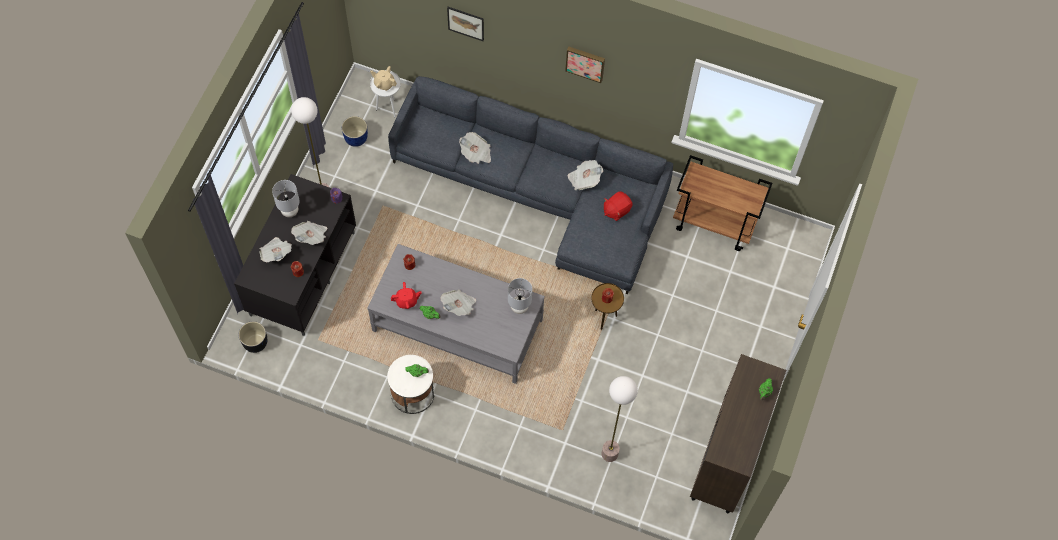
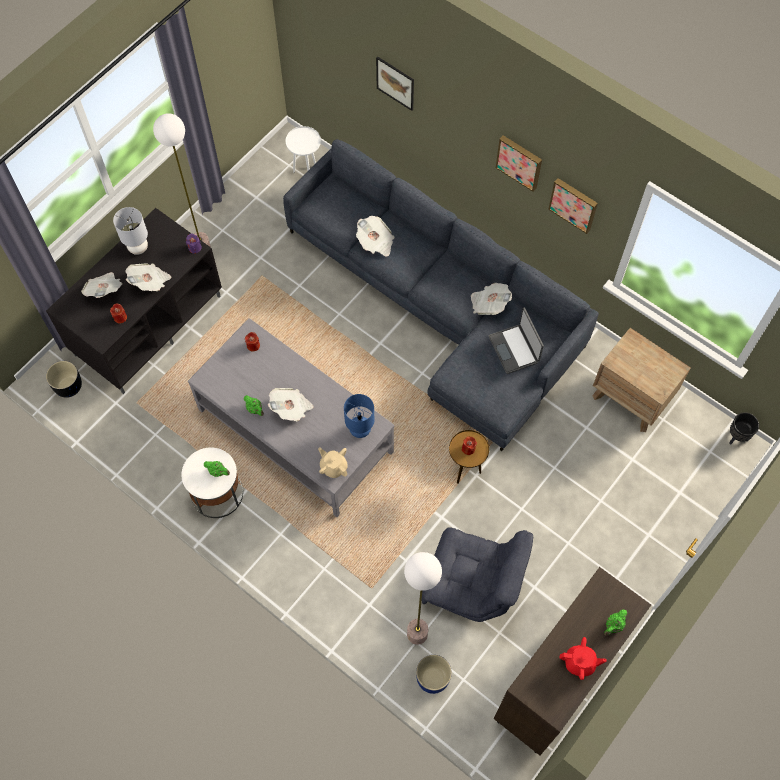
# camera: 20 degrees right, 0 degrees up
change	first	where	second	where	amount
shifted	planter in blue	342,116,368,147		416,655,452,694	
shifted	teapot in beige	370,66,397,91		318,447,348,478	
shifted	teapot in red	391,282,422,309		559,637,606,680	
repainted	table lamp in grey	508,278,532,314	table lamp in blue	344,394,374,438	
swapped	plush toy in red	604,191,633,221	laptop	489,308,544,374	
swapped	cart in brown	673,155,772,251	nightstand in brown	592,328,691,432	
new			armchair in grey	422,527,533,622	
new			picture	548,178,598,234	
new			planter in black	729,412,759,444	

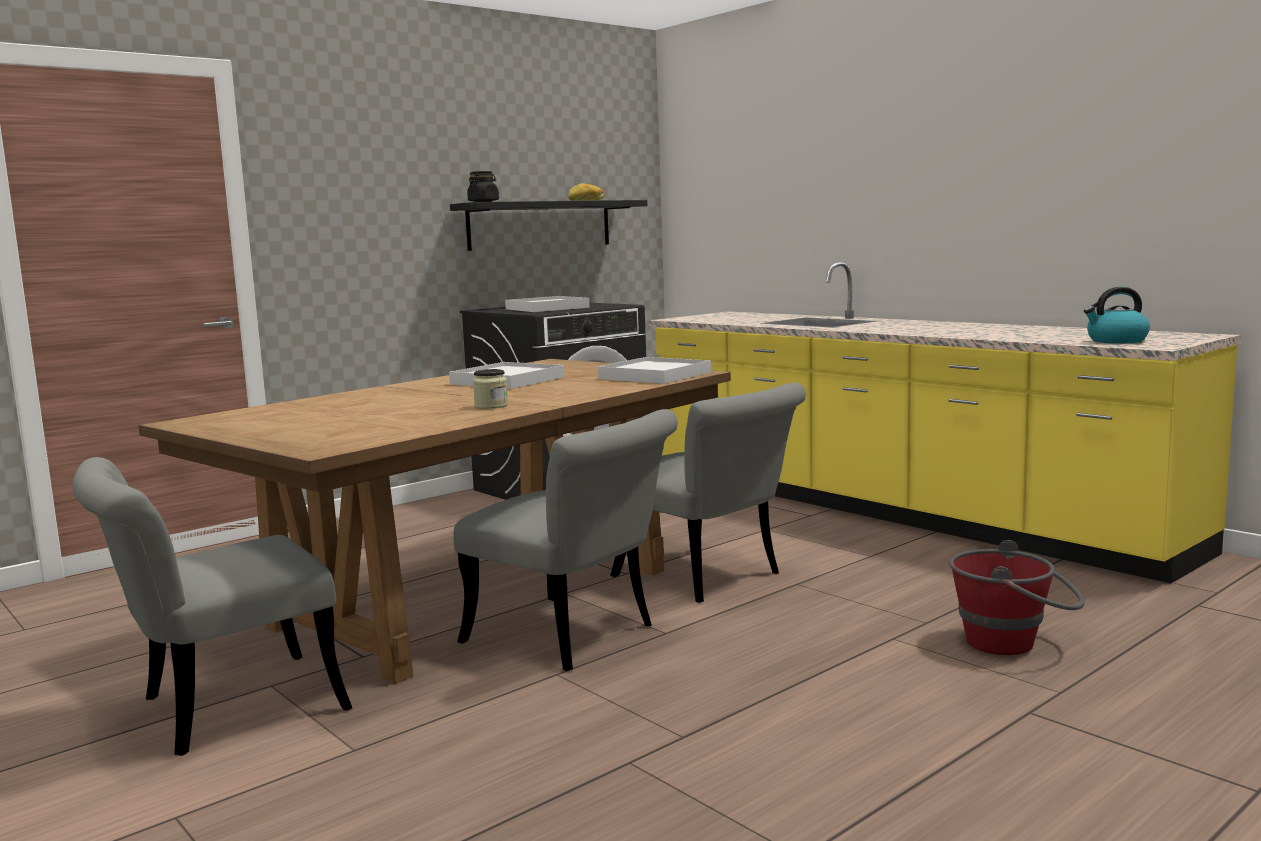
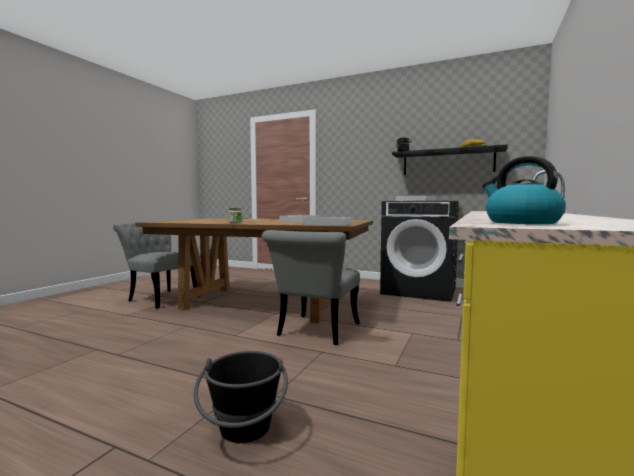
# camera: 65 degrees right, 5 degrees down
change	first	where	second	where	amount
gone	chair in grey	453,409,678,671			
repainted	bucket in red	949,540,1085,655	bucket in black	194,351,288,443	

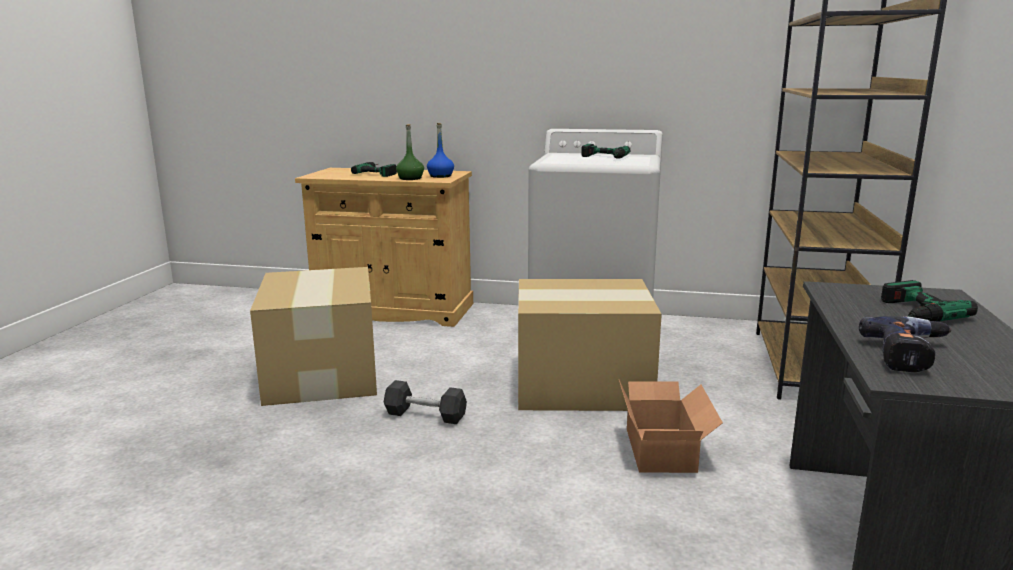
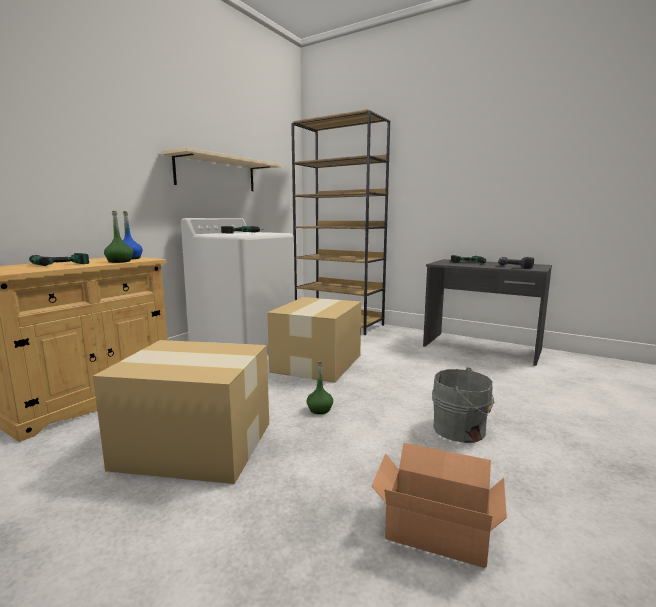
# camera: 70 degrees left, 5 degrees down
change	first	where	second	where	amount
swapped	dumbbell in grey	384,380,467,424	bottle in green	307,361,333,414	
shifted	cardboard box	619,380,723,473		372,443,507,568	
new			shelf in beige	161,147,281,191	
new			bucket in grey	432,367,494,443	

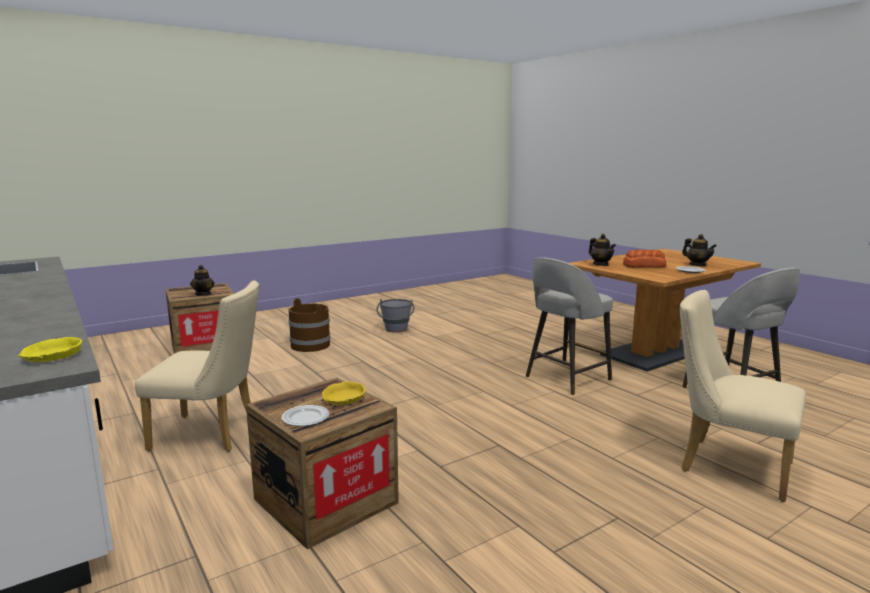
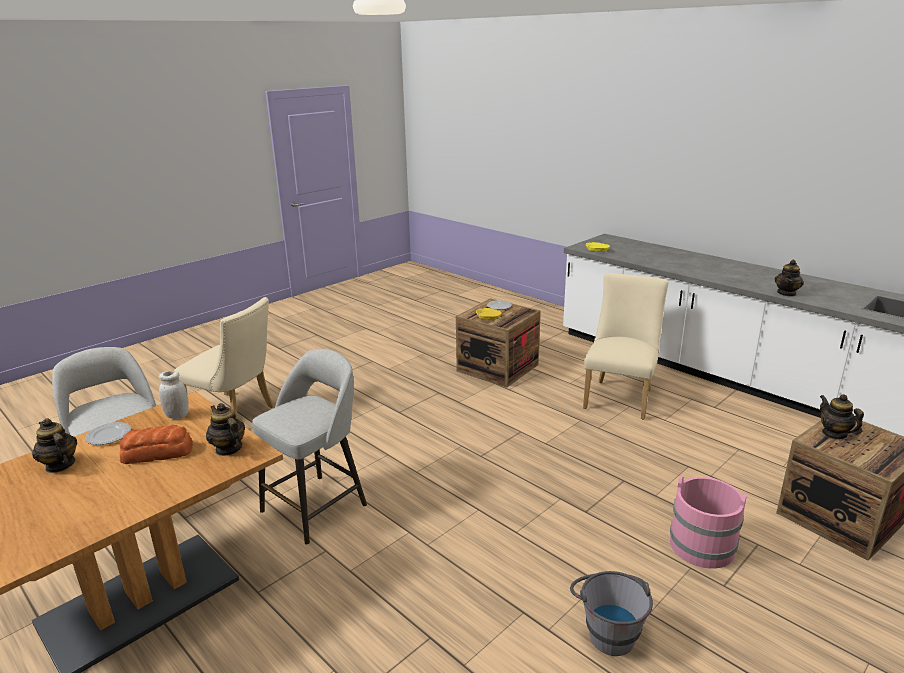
# camera: 170 degrees right, 10 degrees up
change	first	where	second	where	amount
rotated	chair in beige	135,281,259,452		583,273,669,420	120 degrees clockwise
repainted	bucket in brown	288,298,330,352	bucket in pink	670,475,747,569	
new			jar in white	159,371,189,419	
new			teapot	775,260,804,297	

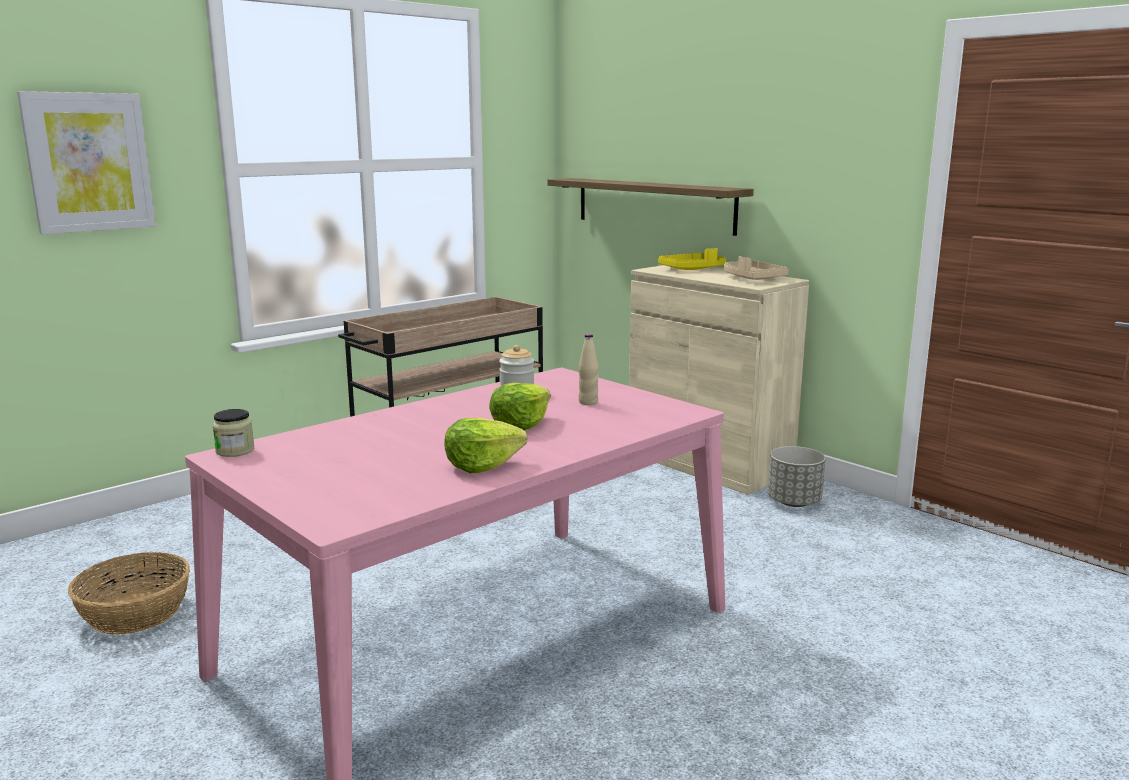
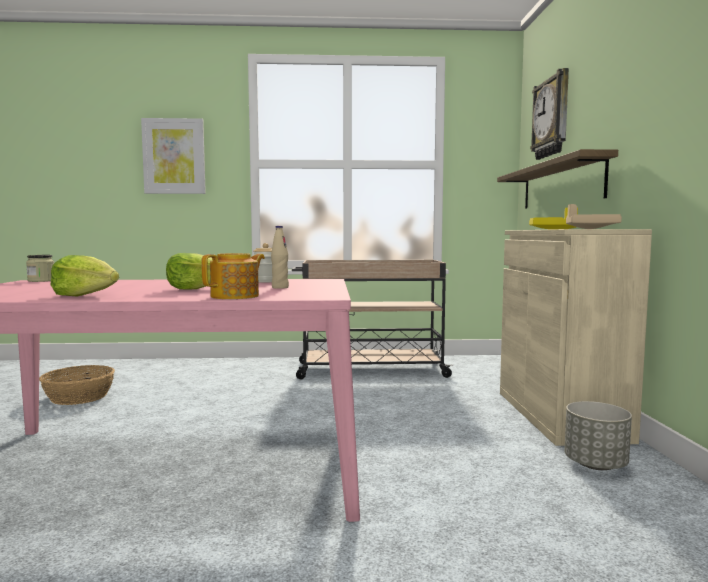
# camera: 40 degrees right, 10 degrees down
change	first	where	second	where	amount
new			teapot	201,253,265,299	
new			wall clock	530,68,569,160	

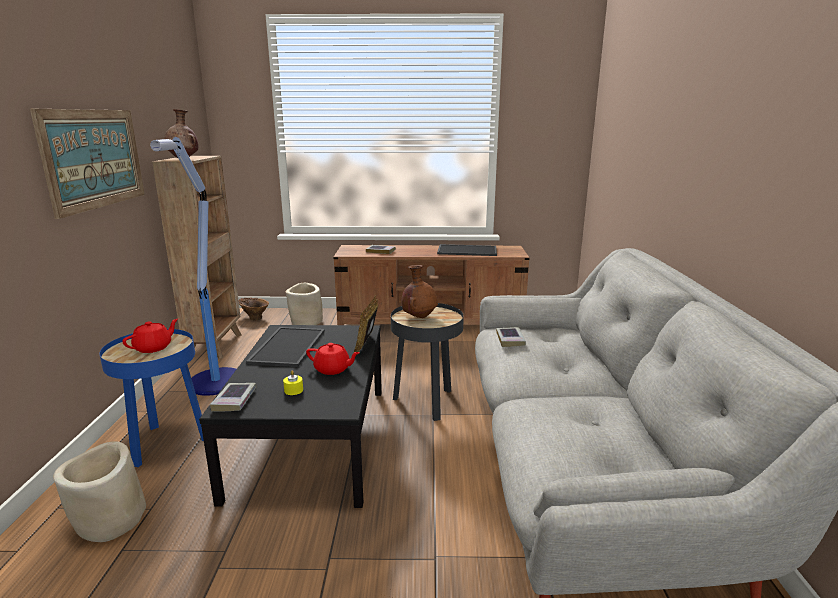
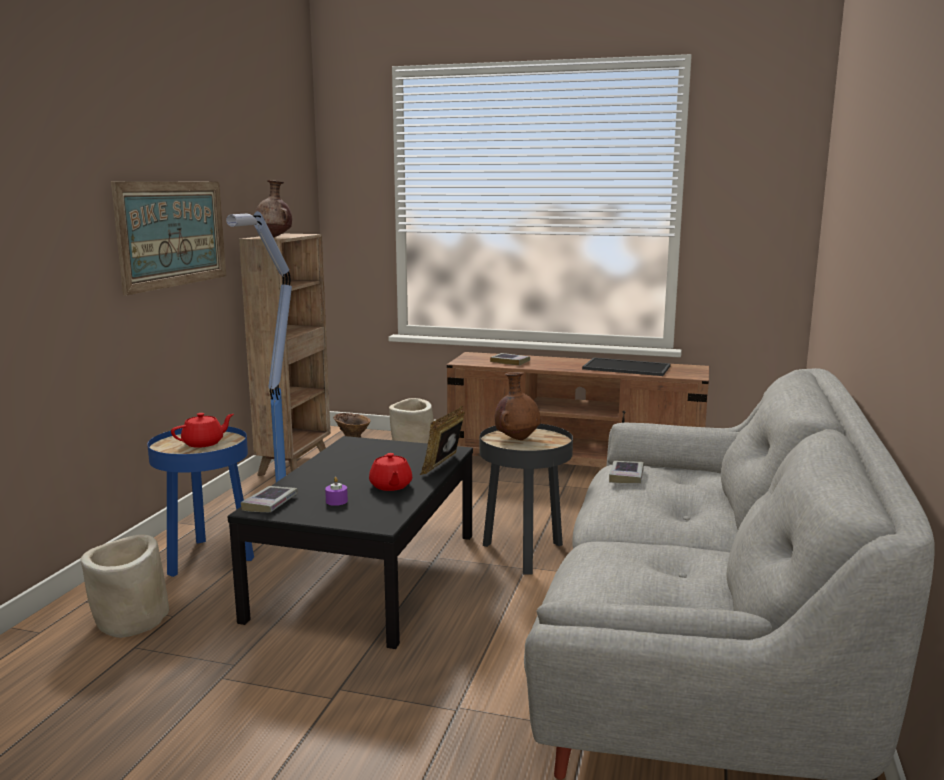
# camera: 15 degrees right, 5 degrees down
change	first	where	second	where	amount
gone	tray	246,327,325,367			
repainted	candle in yellow	283,370,303,395	candle in purple	325,477,348,506	
rotated	teapot in red	306,343,360,375		369,453,412,491	45 degrees clockwise

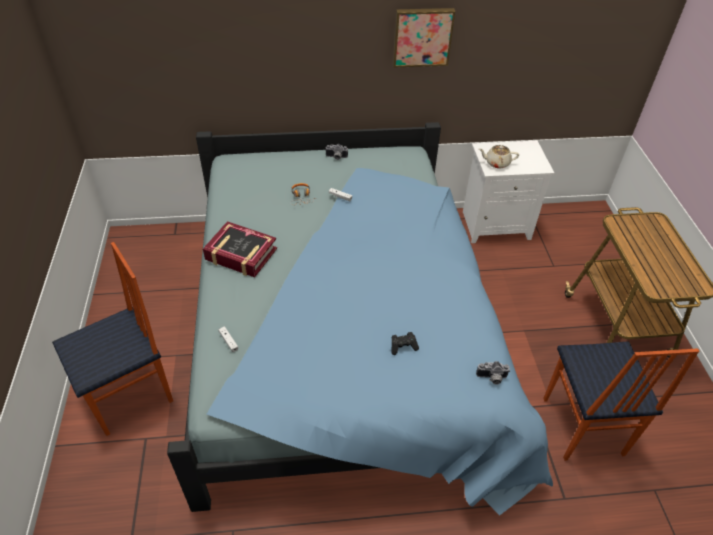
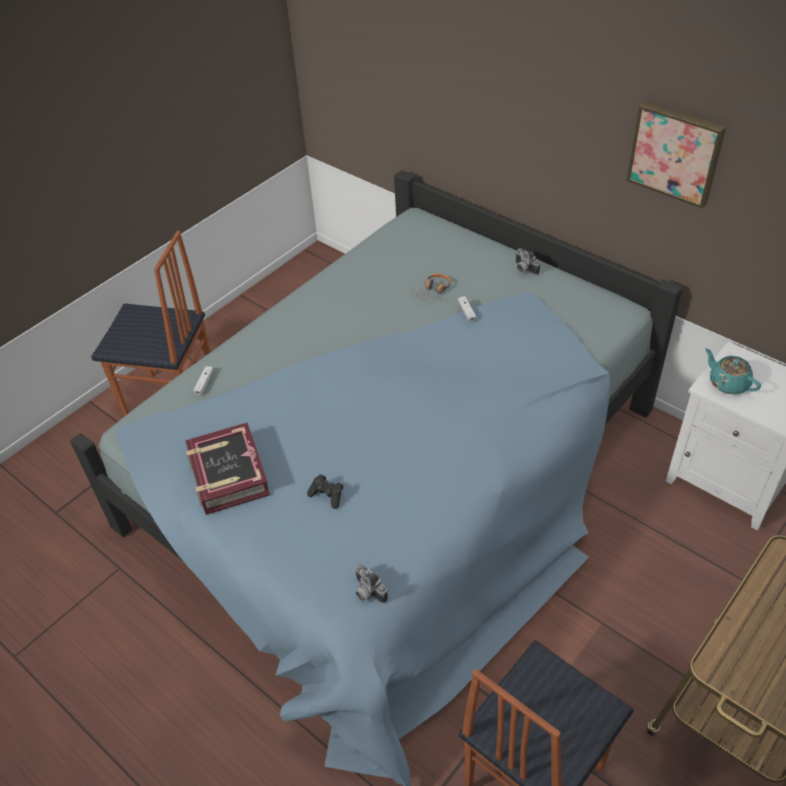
# camera: 50 degrees right, 0 degrees up
change	first	where	second	where	amount
shifted	book	203,221,277,277		185,423,270,515	
repainted	teapot in beige	479,145,519,168	teapot in turquoise	705,348,761,394	

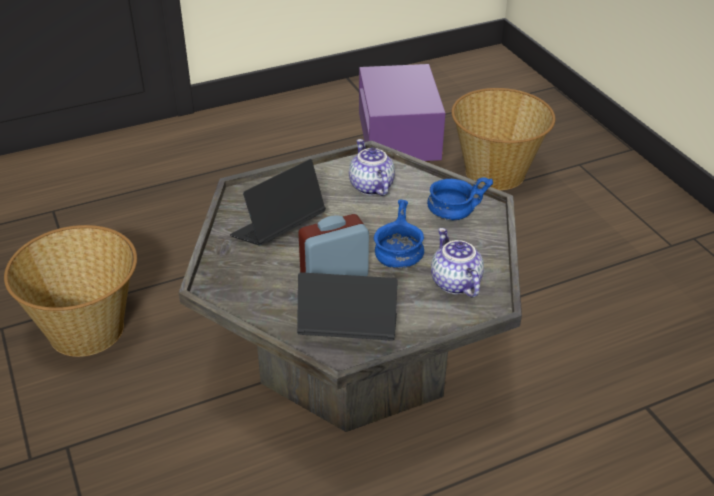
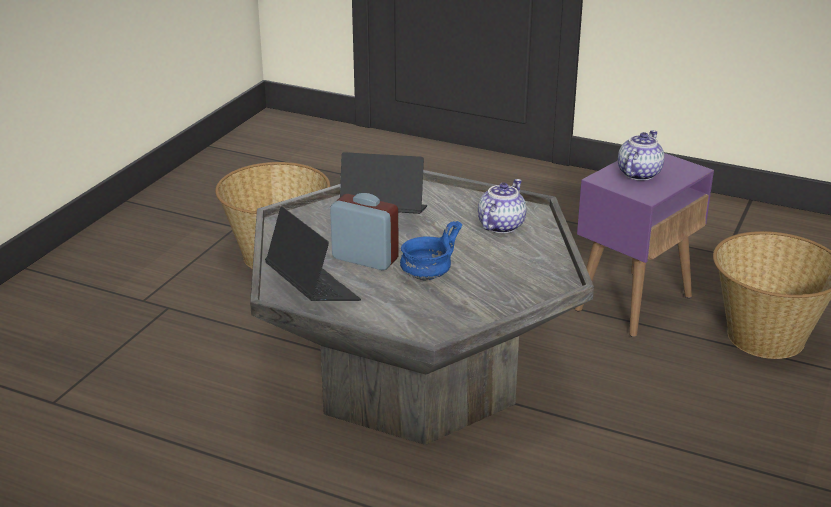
# camera: 50 degrees right, 10 degrees down
change	first	where	second	where	amount
gone	bowl in blue	427,177,493,221			
shifted	teapot	431,228,484,297		618,130,664,181	

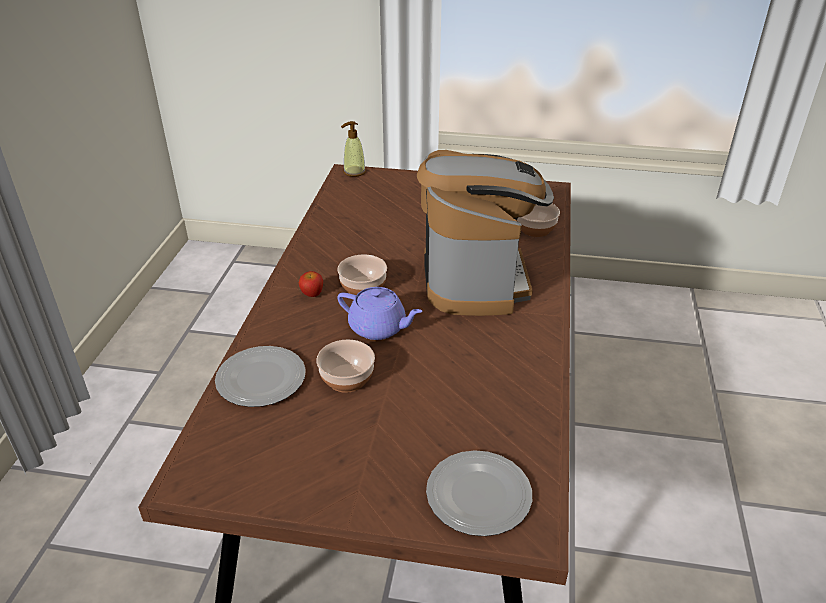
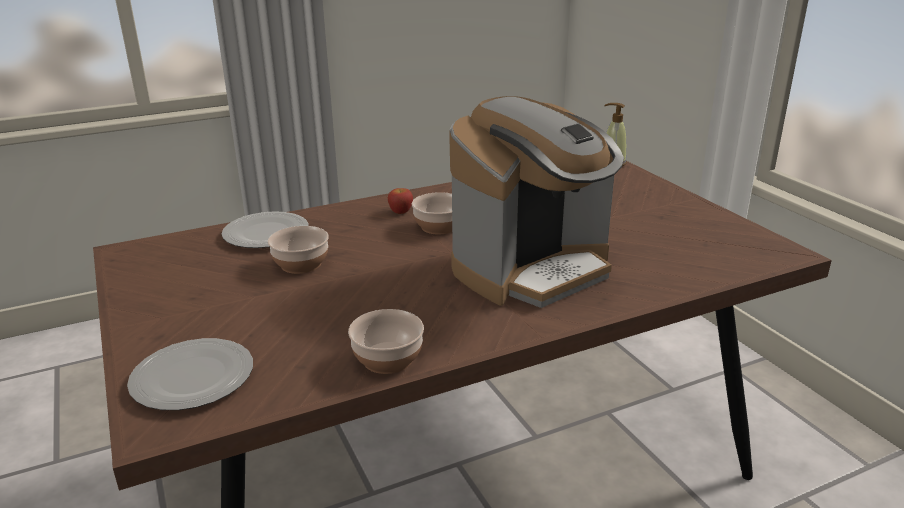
# camera: 55 degrees right, 10 degrees down
change	first	where	second	where	amount
gone	teapot in purple	337,287,423,340			
shifted	bowl	516,204,560,237		348,309,424,374	

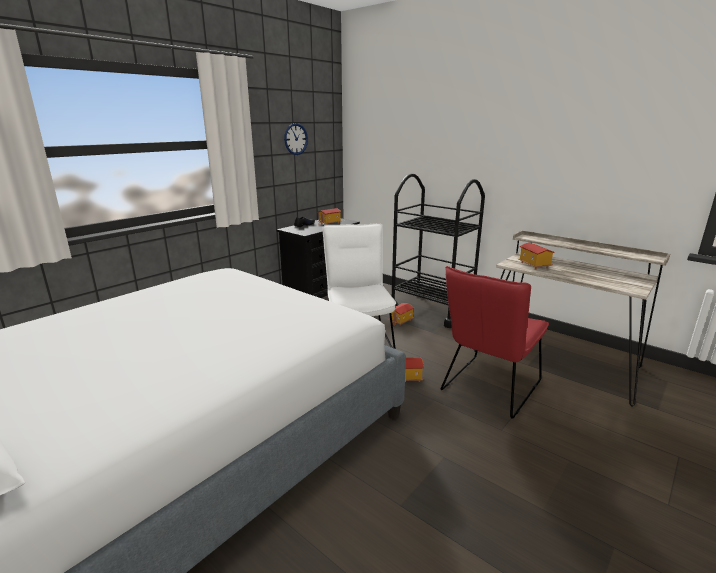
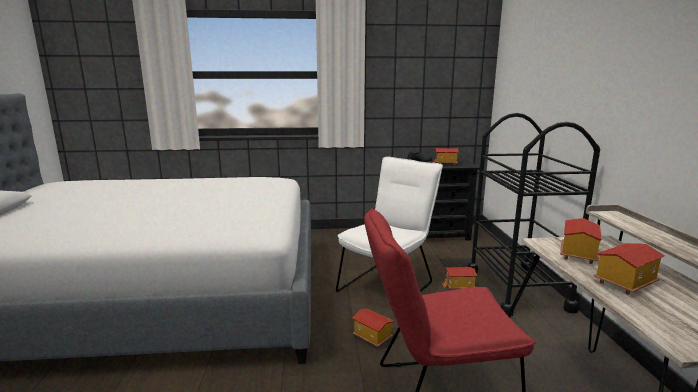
# camera: 45 degrees right, 5 degrees down
change	first	where	second	where	amount
gone	wall clock	284,123,308,155			
new			toy house	593,243,665,295	

